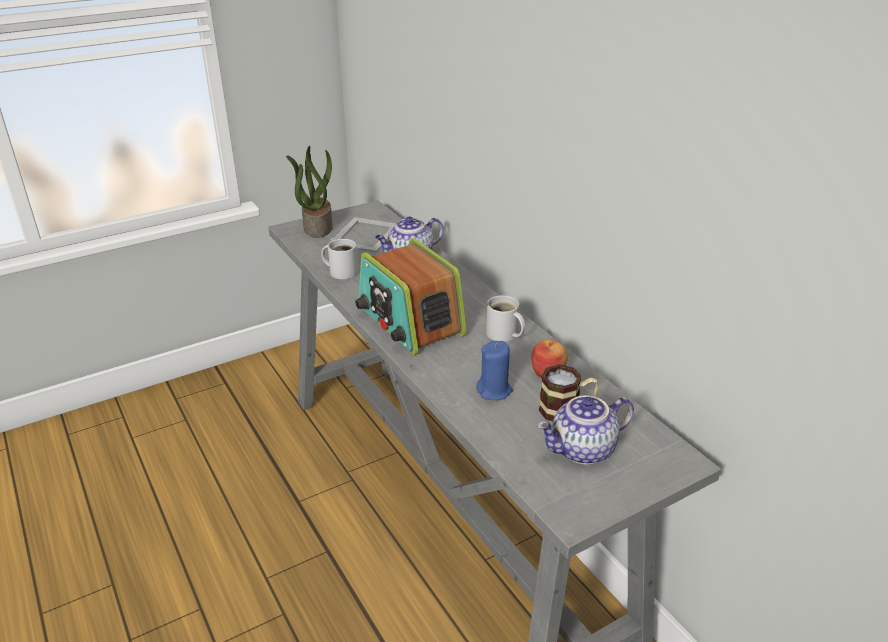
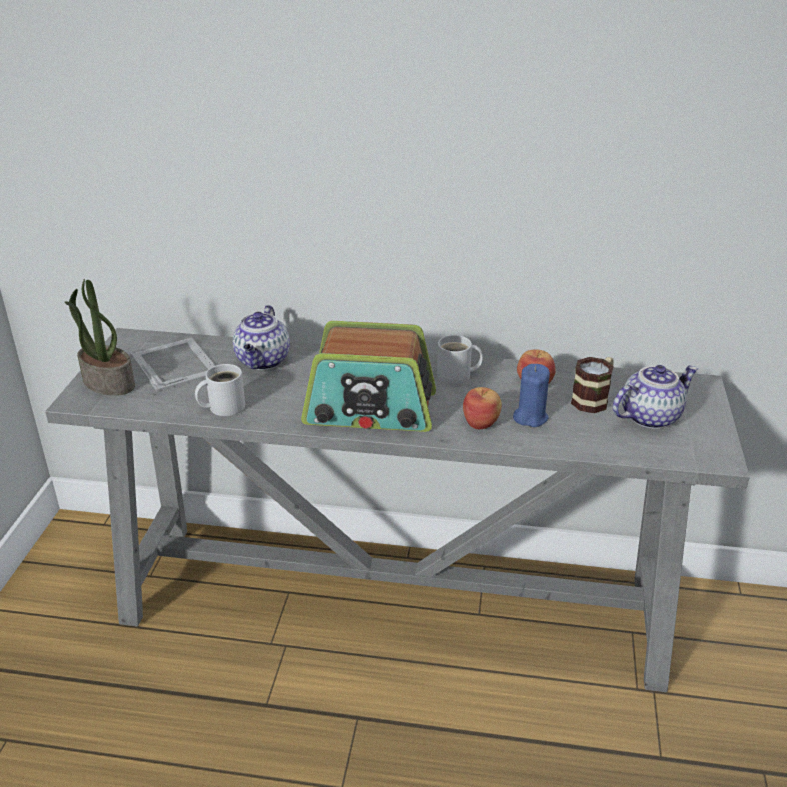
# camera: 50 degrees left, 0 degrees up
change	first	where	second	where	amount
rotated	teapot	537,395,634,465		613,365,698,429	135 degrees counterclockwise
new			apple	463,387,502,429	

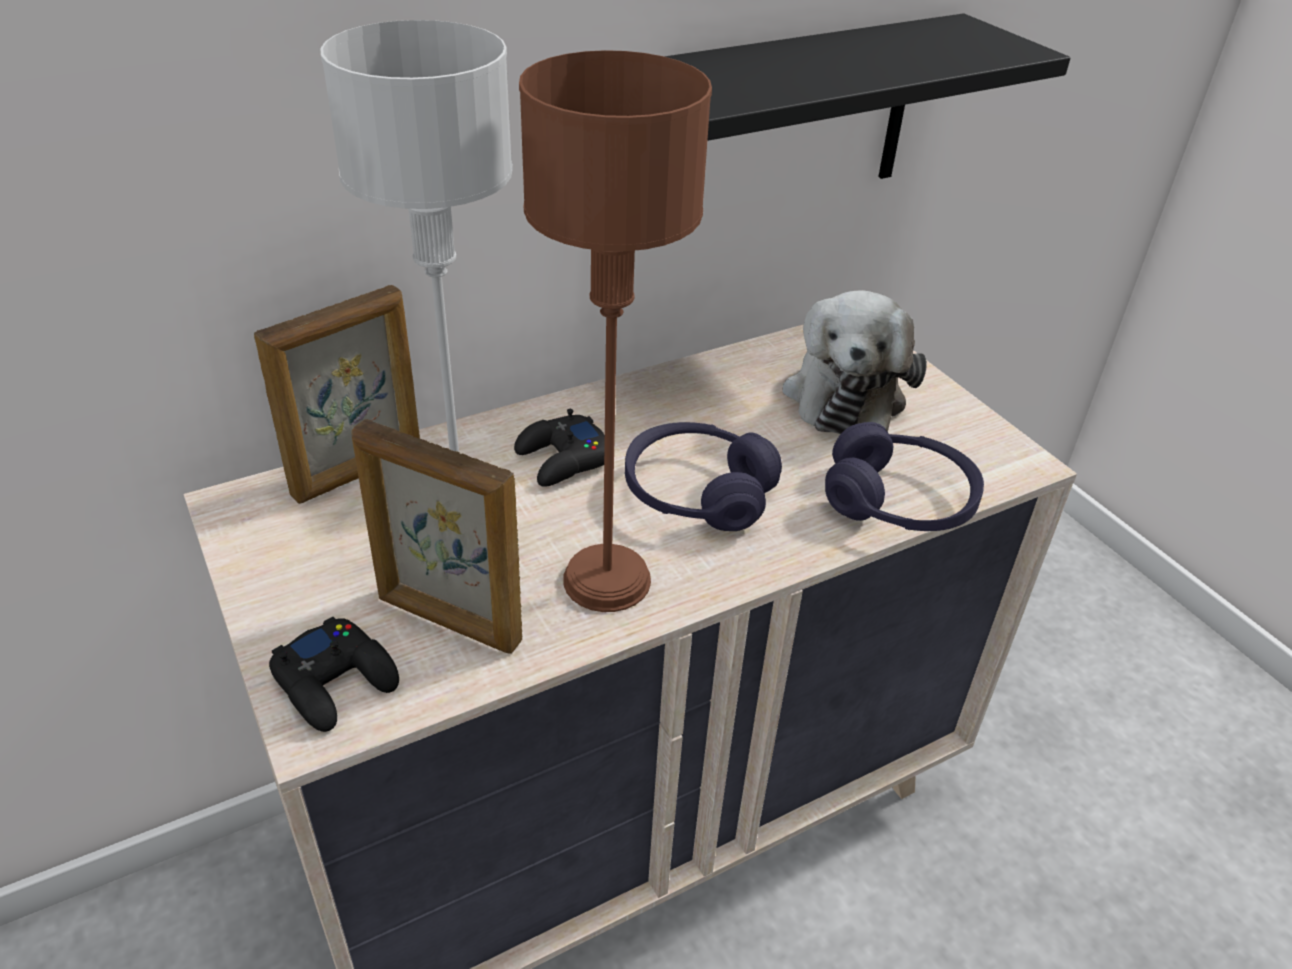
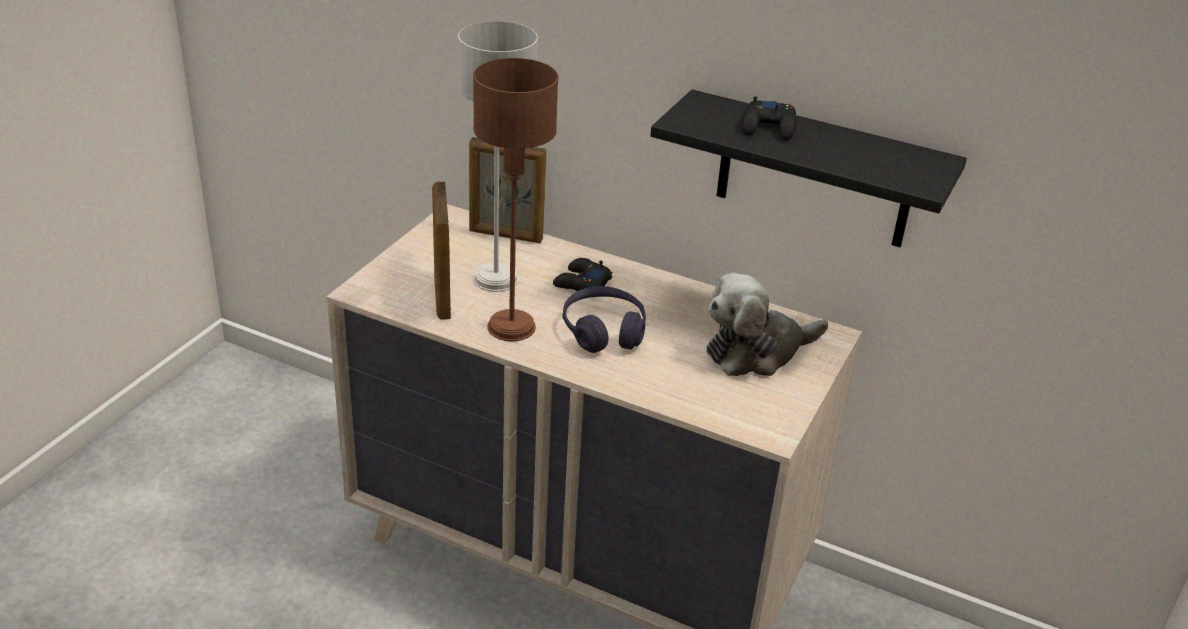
# camera: 55 degrees right, 5 degrees down
change	first	where	second	where	amount
shifted	game controller in black	269,617,399,732		742,96,797,140	
gone	headphones in purple	825,422,984,531			

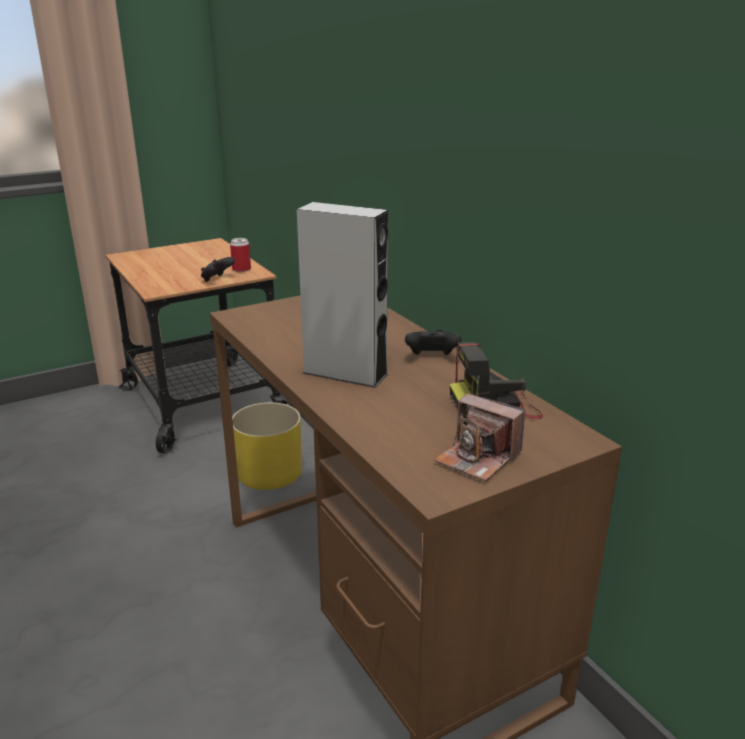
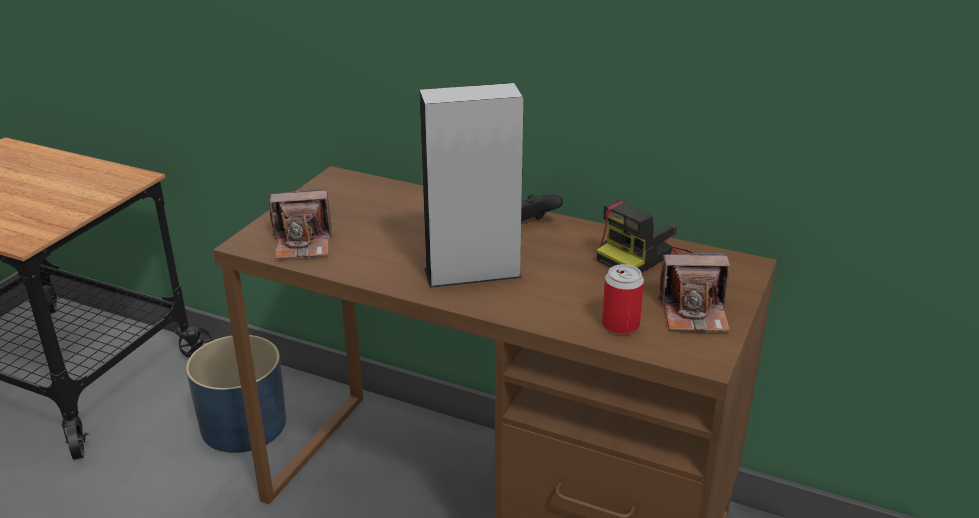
# camera: 35 degrees left, 5 degrees up
change	first	where	second	where	amount
gone	game controller in black	201,257,235,282			
shifted	can	230,238,251,272		602,264,644,334	
repainted	planter in yellow	232,402,302,490	planter in blue	186,335,286,453	
new			photo camera	269,189,331,259	

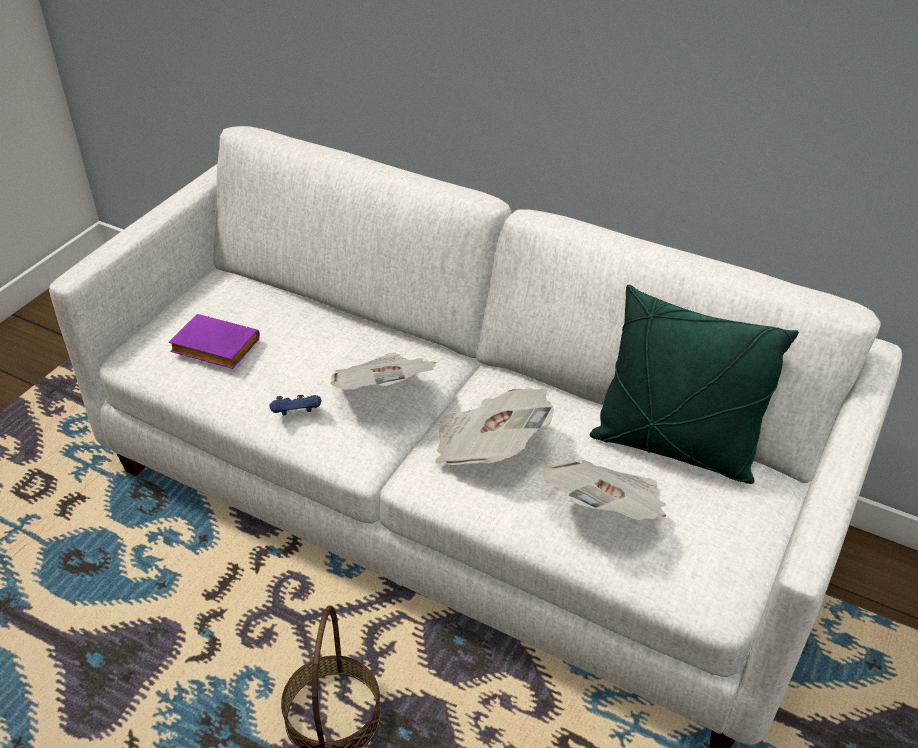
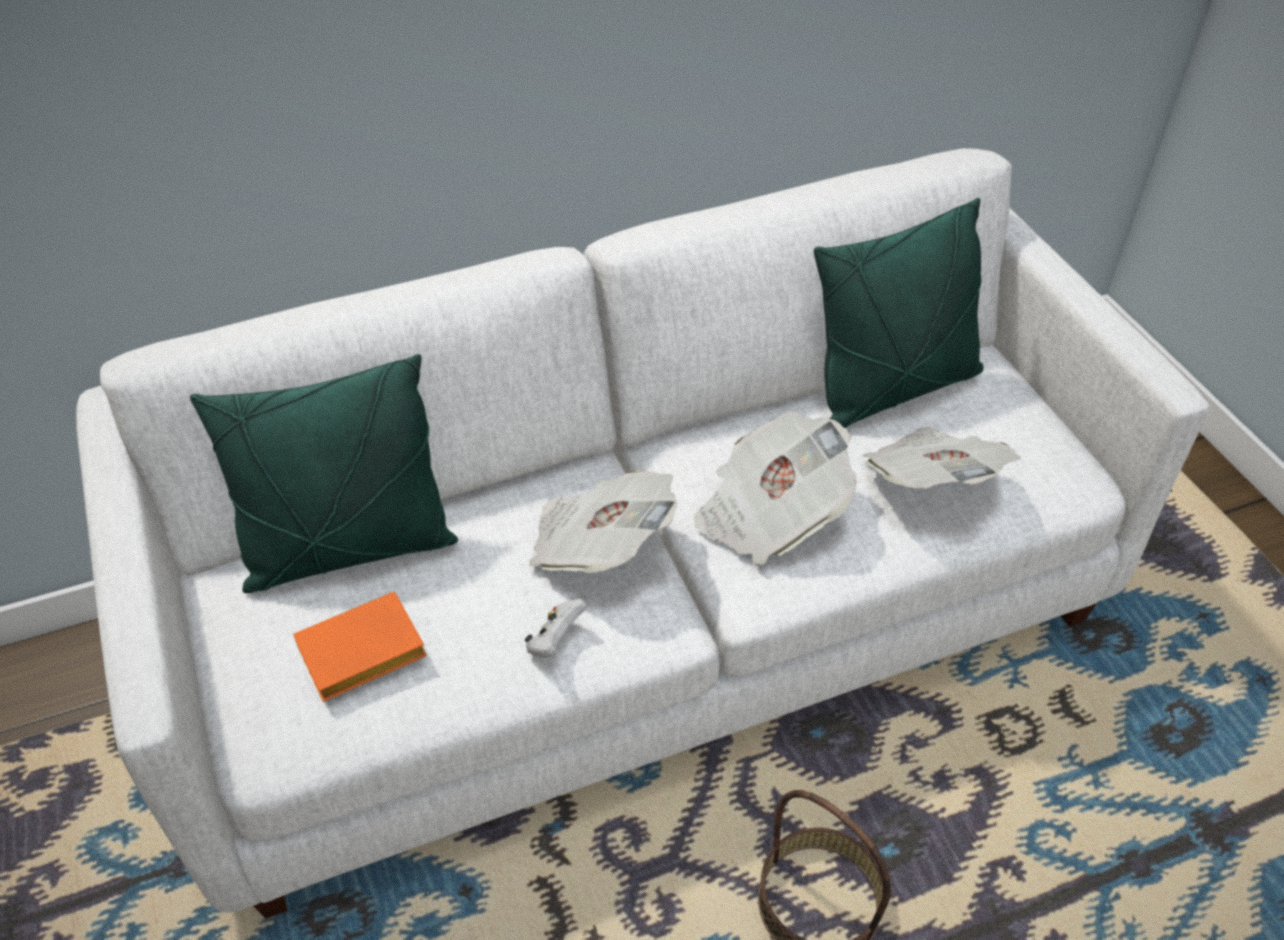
# camera: 50 degrees left, 5 degrees up
change	first	where	second	where	amount
repainted	book in purple	169,314,260,369	book in orange	293,592,427,702	
repainted	game controller in blue	269,395,321,415	game controller in white	525,599,588,658	
new			pillow in green	190,354,458,593	

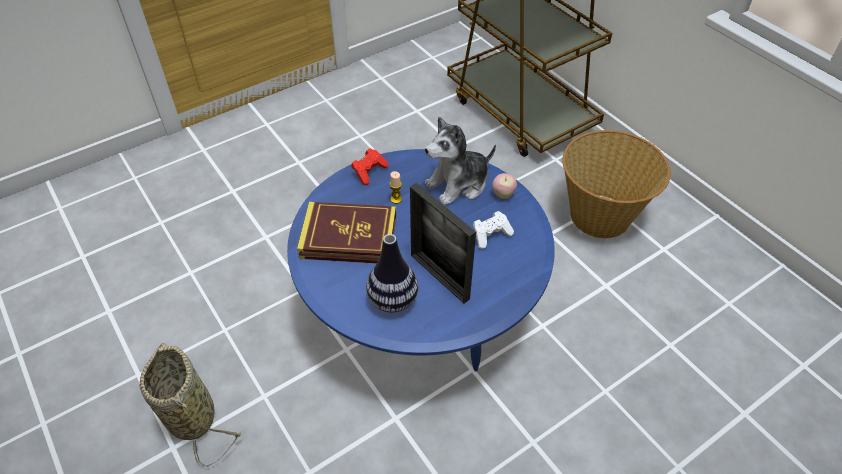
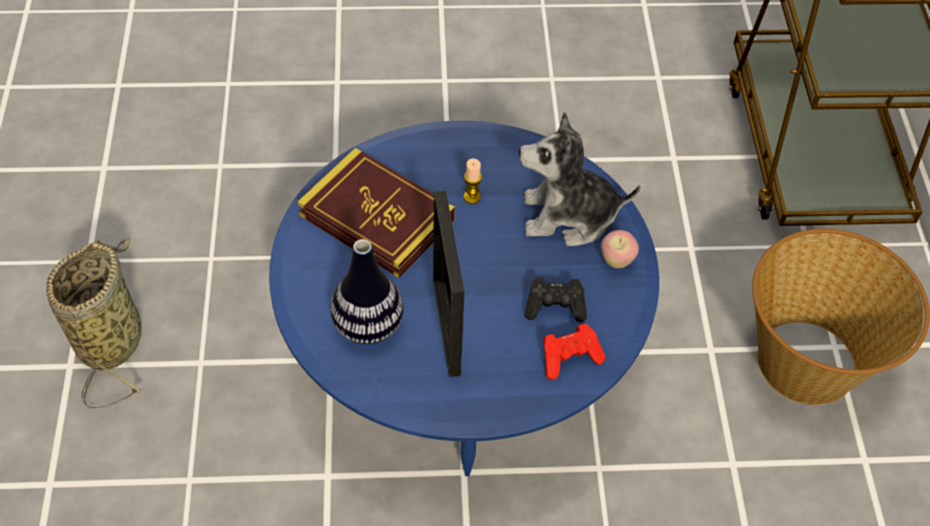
# camera: 30 degrees right, 5 degrees up
change	first	where	second	where	amount
shifted	game controller in red	351,148,388,185		543,324,606,380	
repainted	game controller in white	473,211,514,249	game controller in black	524,277,587,322	

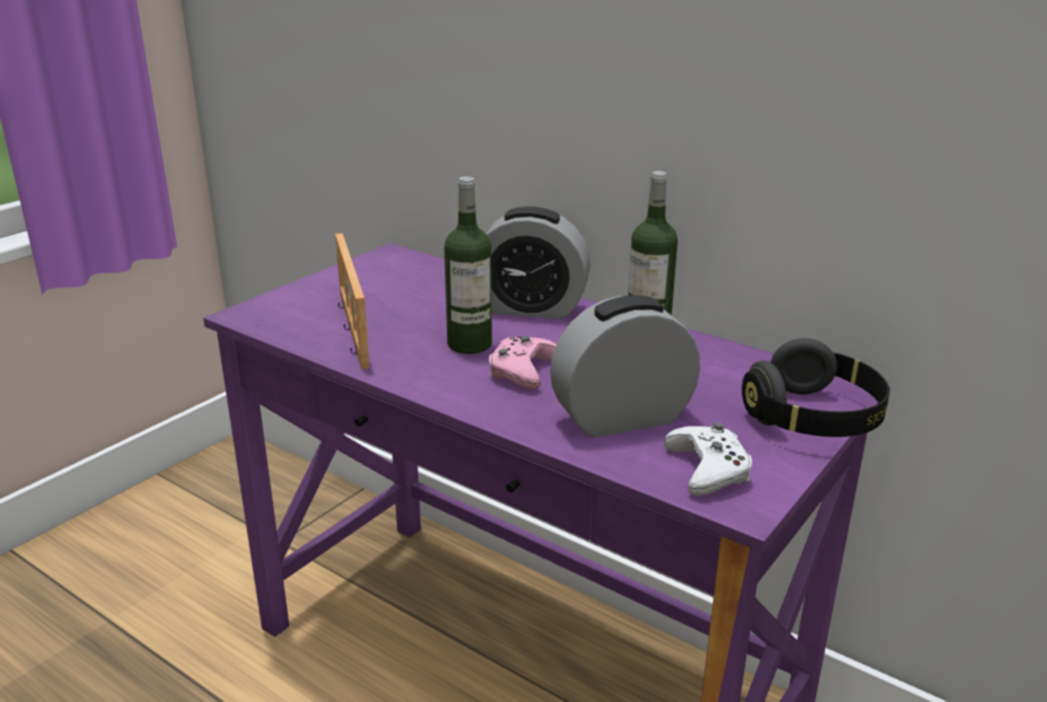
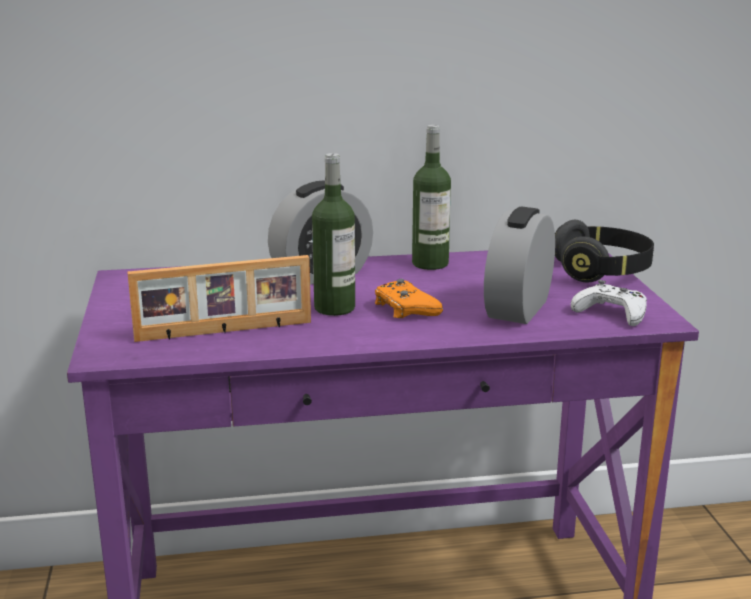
# camera: 45 degrees left, 5 degrees down
change	first	where	second	where	amount
rotated	picture frame	335,233,370,369		127,255,311,342	45 degrees counterclockwise
repainted	game controller in pink	489,336,556,390	game controller in orange	375,279,443,318	

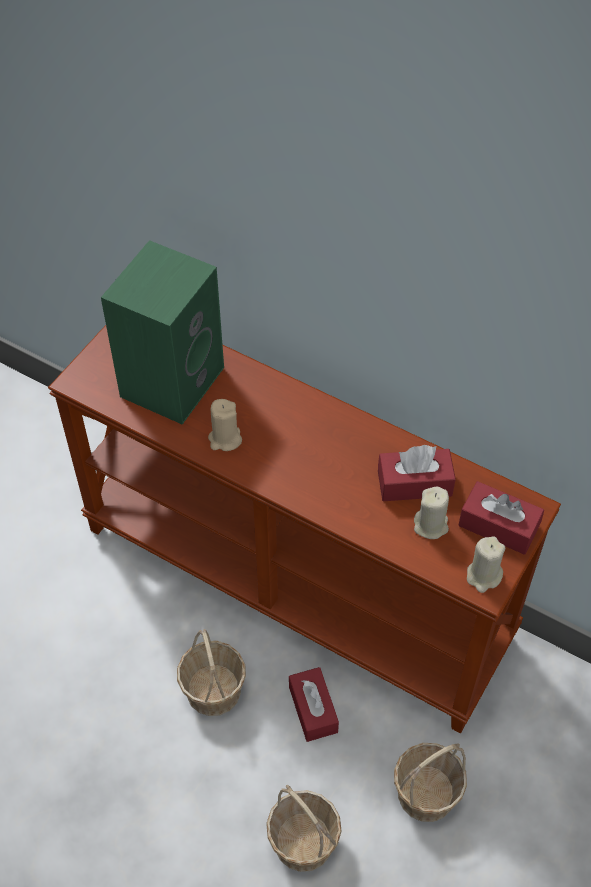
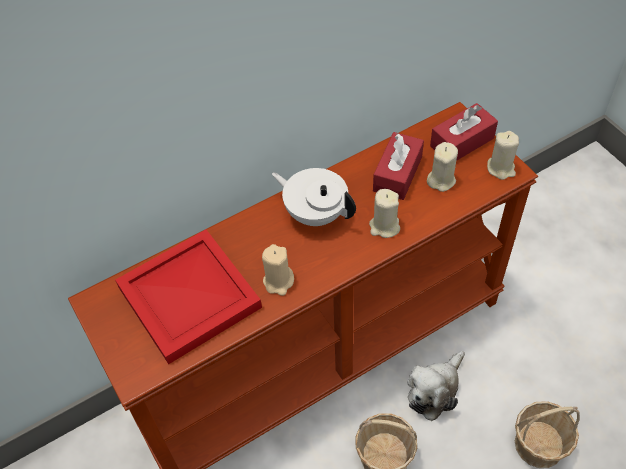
# camera: 60 degrees left, 0 degrees up
change	first	where	second	where	amount
swapped	speaker in green	101,240,224,425	tray in red	115,229,262,364	
swapped	tissue box in red	289,667,339,742	plush toy	408,351,465,421	
gone	basket	394,743,467,822			
new			teapot in white	272,168,356,226	
new			candle in beige	369,189,400,238	

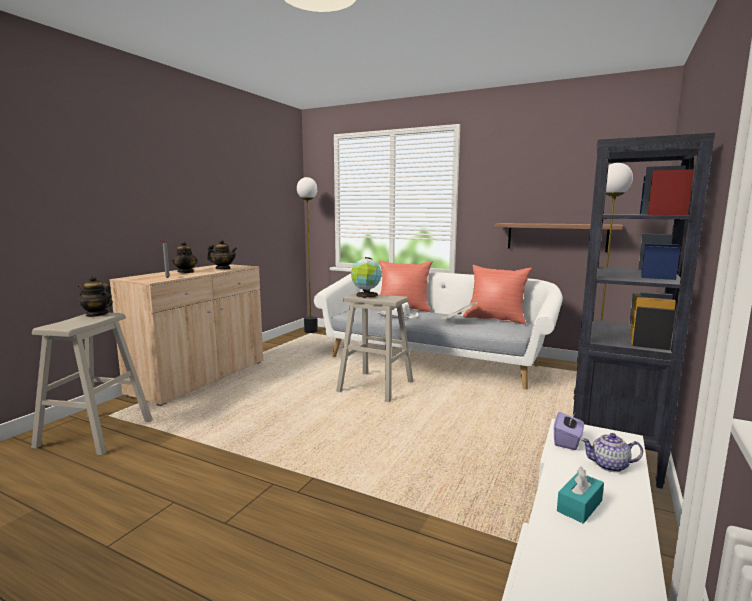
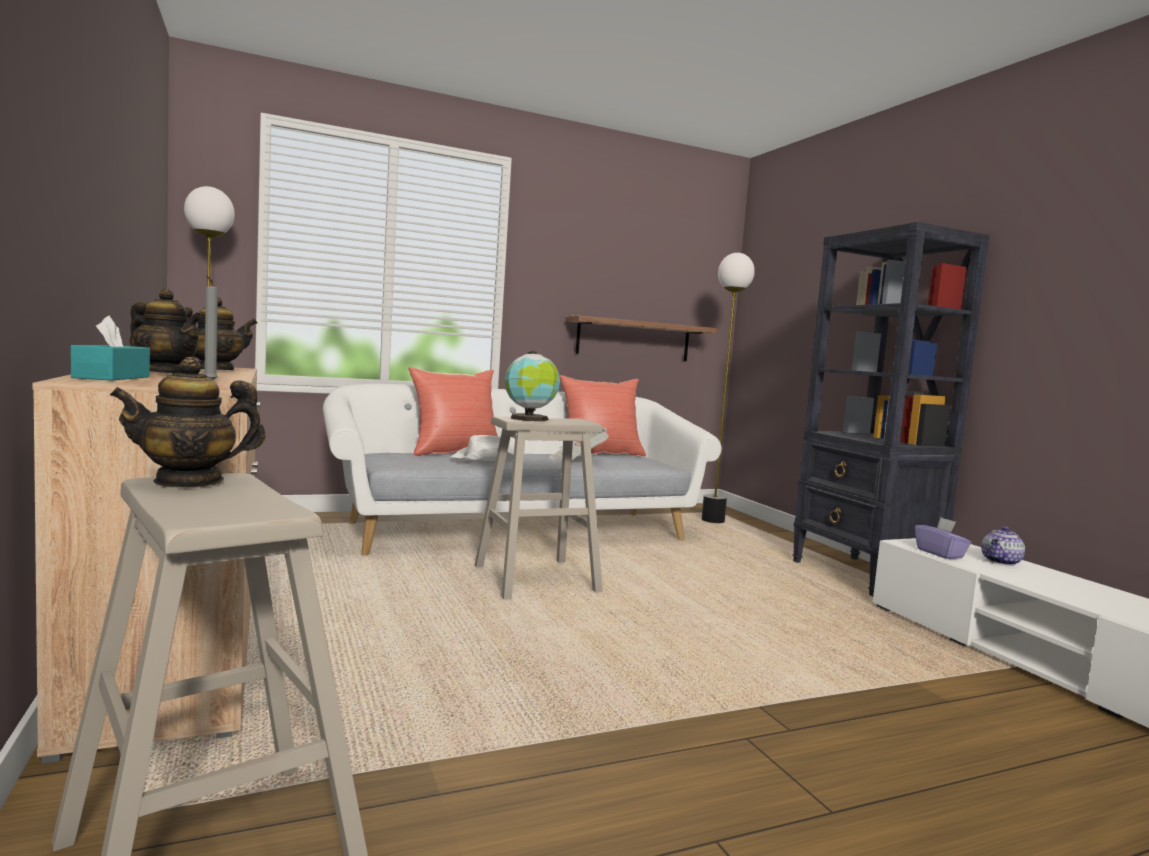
# camera: 50 degrees left, 5 degrees down
change	first	where	second	where	amount
shifted	tissue box in turquoise	557,466,604,524		71,316,150,381	

